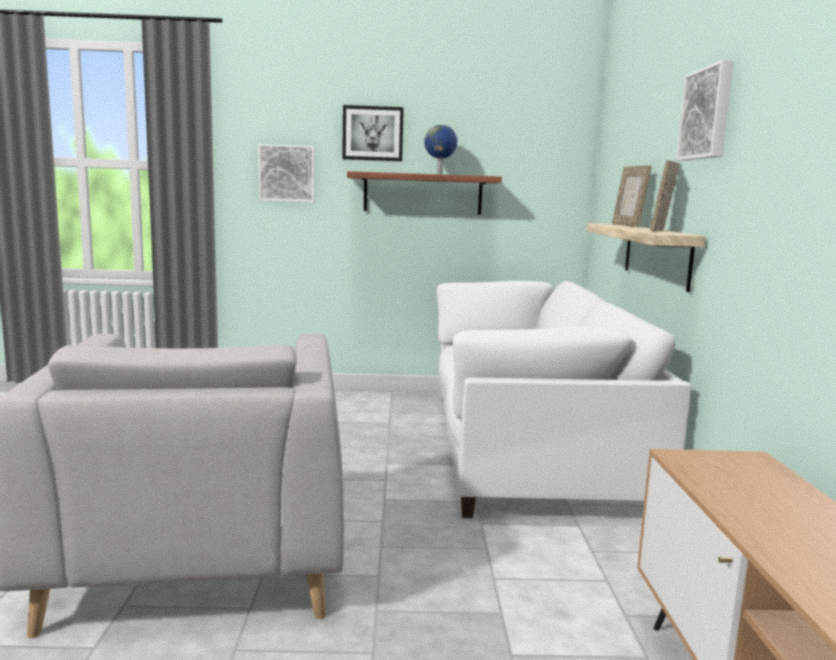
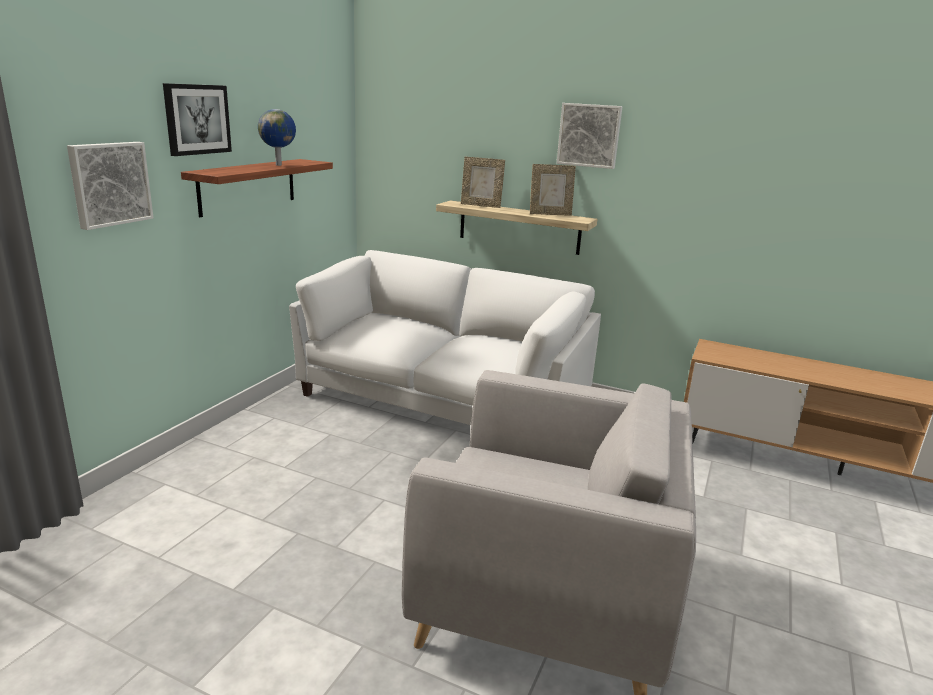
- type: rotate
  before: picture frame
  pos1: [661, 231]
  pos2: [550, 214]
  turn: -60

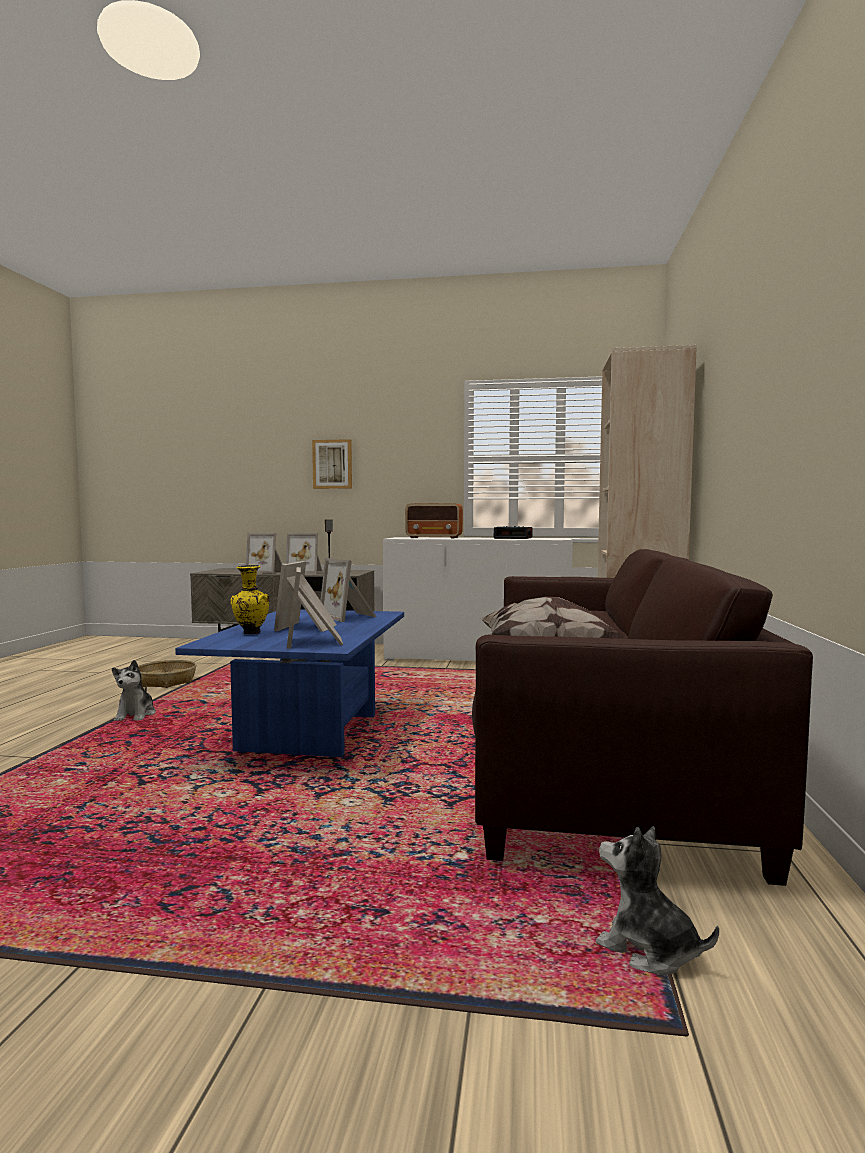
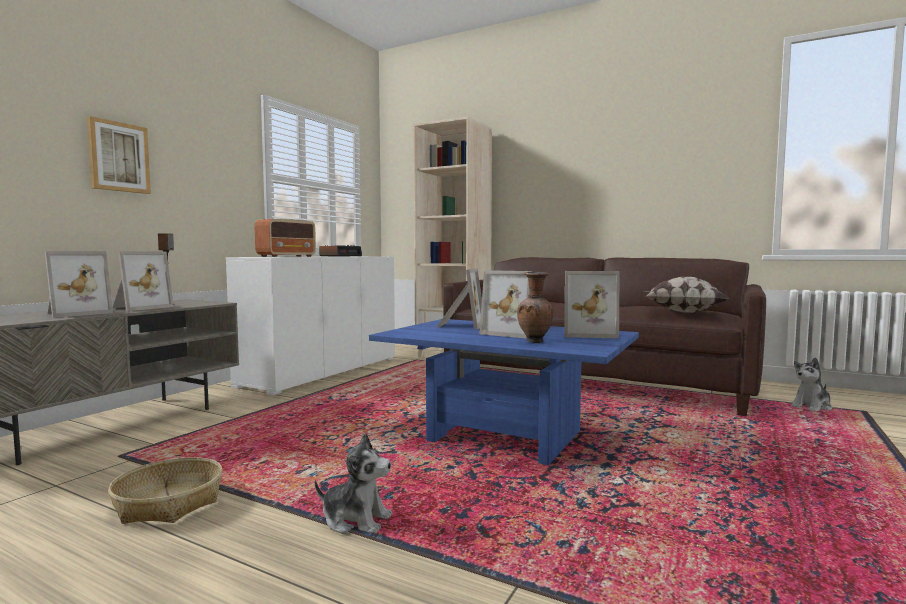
- type: recolor
  before: vase (yellow)
  after: vase (brown)
  pos1: [250, 633]
  pos2: [535, 342]
- type: rotate
  before: picture frame
  pos1: [349, 616]
  pos2: [459, 325]
  turn: -60

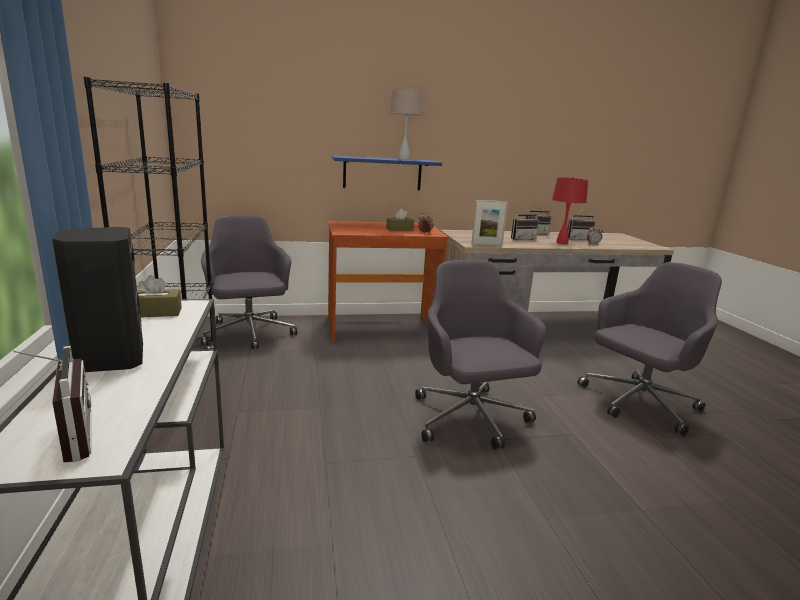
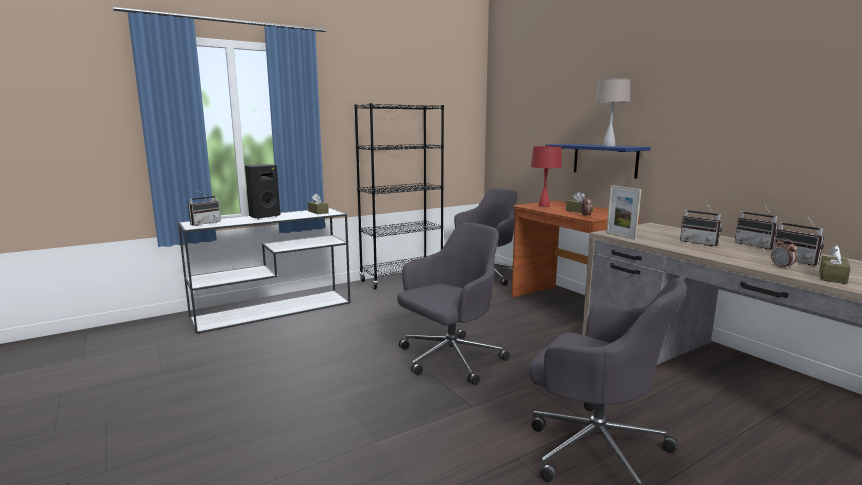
- type: insert
  after: tissue box (brown)
  pos2: [832, 277]
- type: move
  before: table lamp (red)
  pos1: [562, 243]
  pos2: [544, 206]

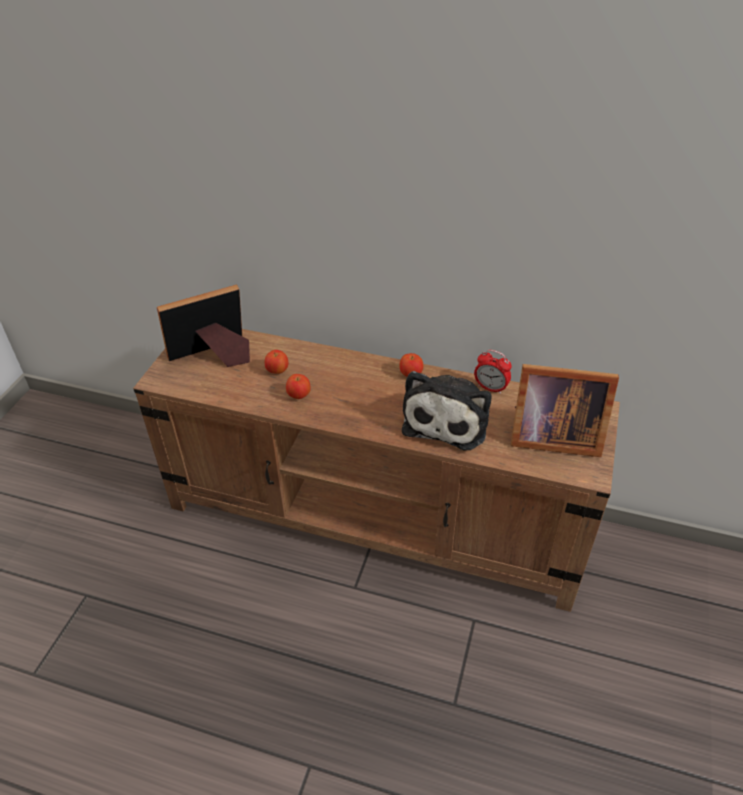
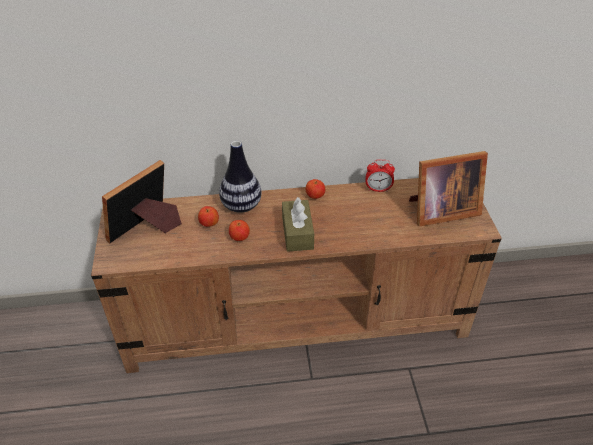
- type: delete
  before: plush toy
  pos1: [448, 418]
- type: insert
  after: vase
  pos2: [241, 206]
- type: insert
  after: tissue box (brown)
  pos2: [297, 233]

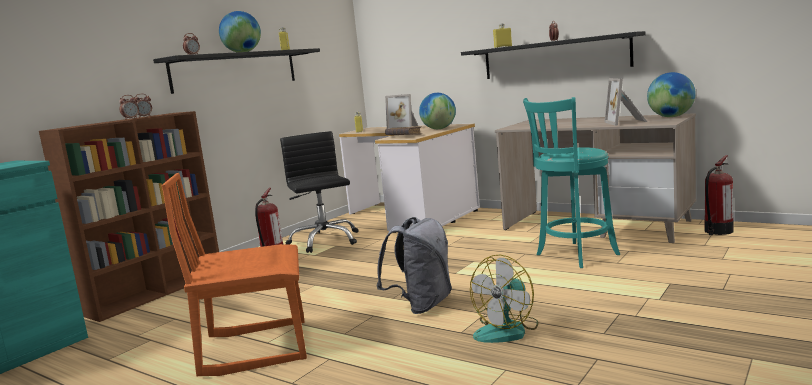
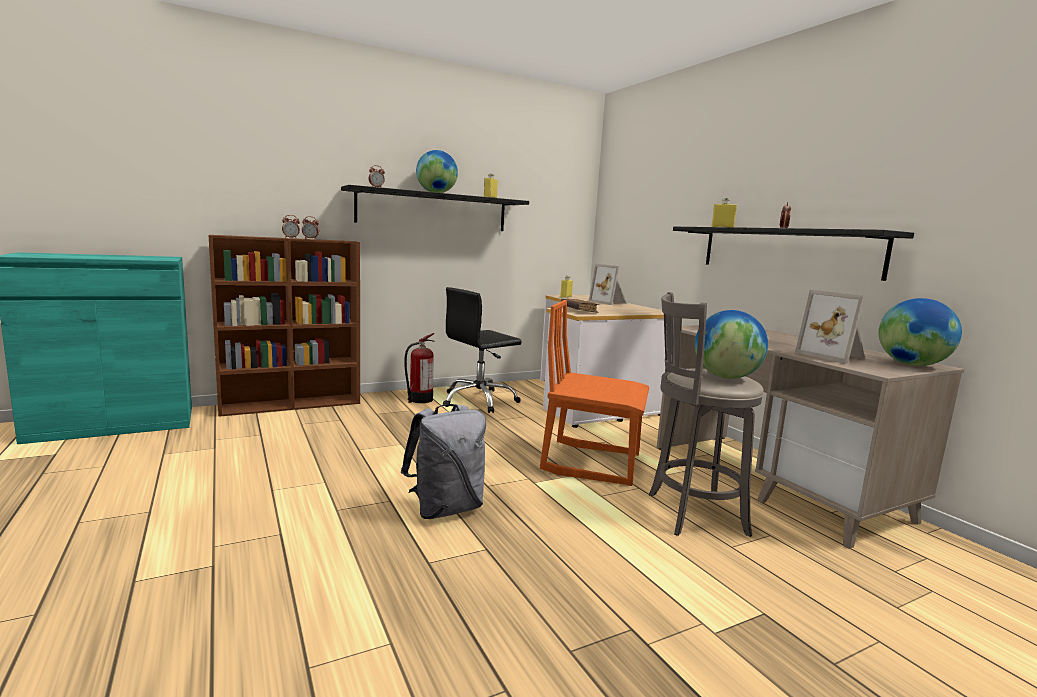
- type: delete
  before: fan
  pos1: [507, 330]
- type: delete
  before: fire extinguisher
  pos1: [717, 231]
- type: move
  before: chair (orange)
  pos1: [255, 348]
  pos2: [591, 462]
- type: move
  before: globe
  pos1: [439, 129]
  pos2: [726, 377]
- type: recolor
  before: stool (turquoise)
  after: stool (grey)
  pos1: [574, 255]
  pos2: [691, 513]
- type: rotate
  before: office chair (black)
  pos1: [324, 241]
  pos2: [479, 401]
  turn: -135
- type: rotate
  before: picture frame
  pos1: [626, 122]
  pos2: [833, 356]
  turn: -60

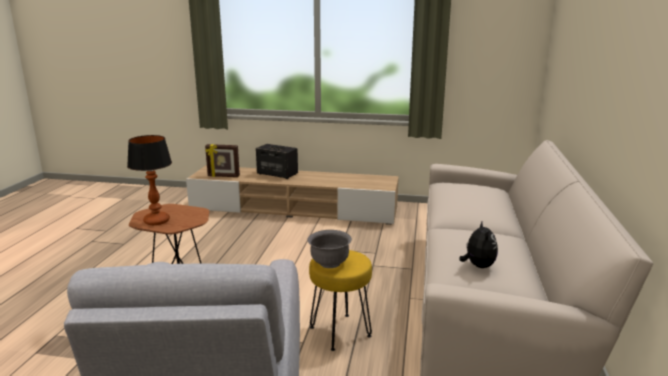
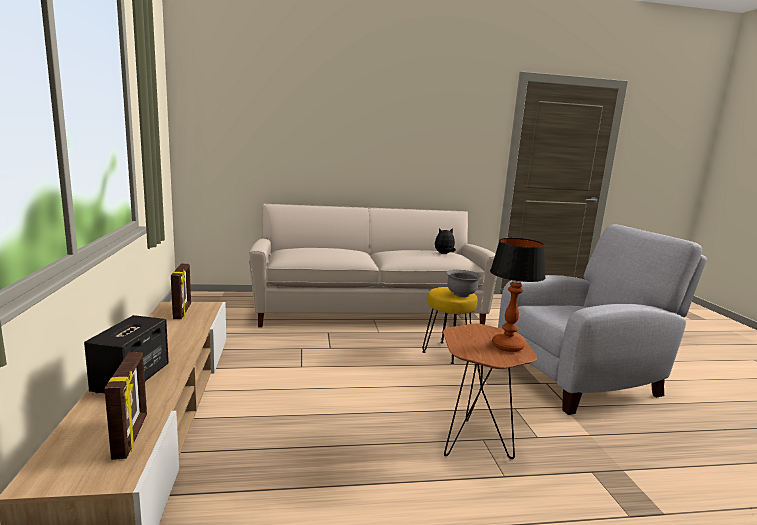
- type: insert
  after: picture frame
  pos2: [183, 312]

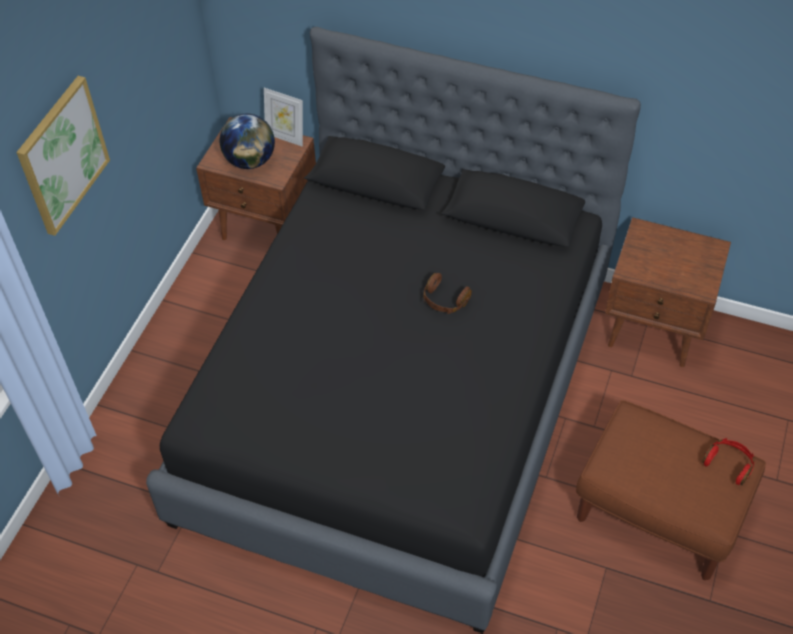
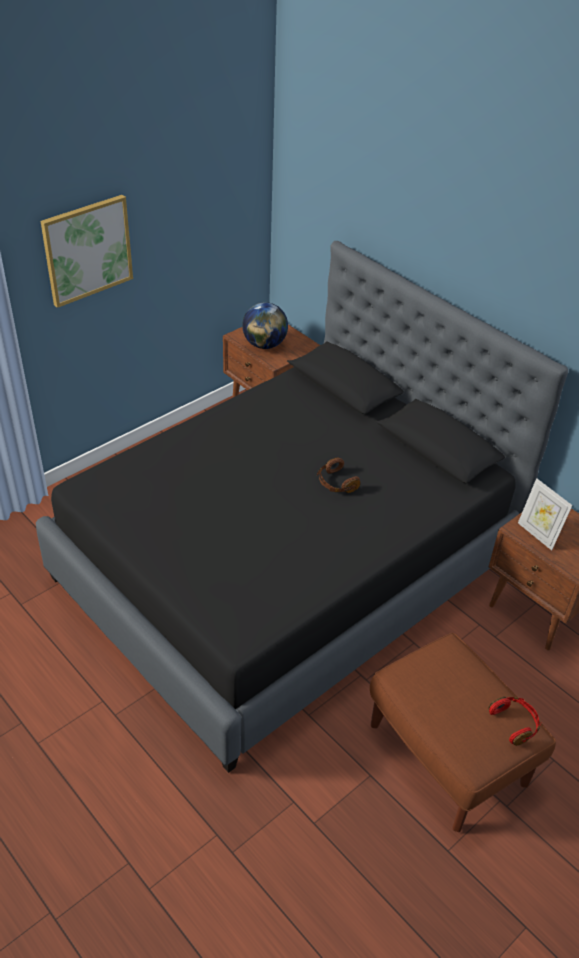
- type: move
  before: picture frame
  pos1: [285, 137]
  pos2: [537, 534]

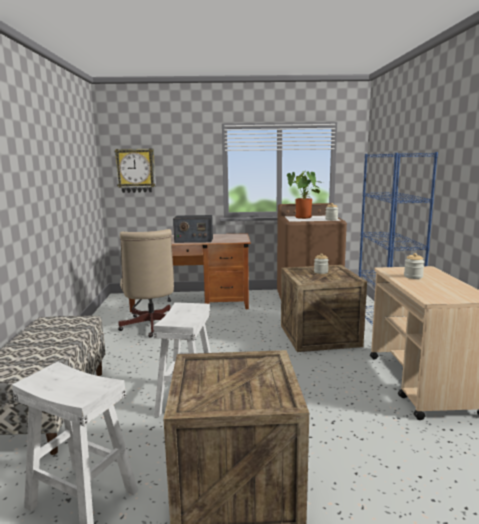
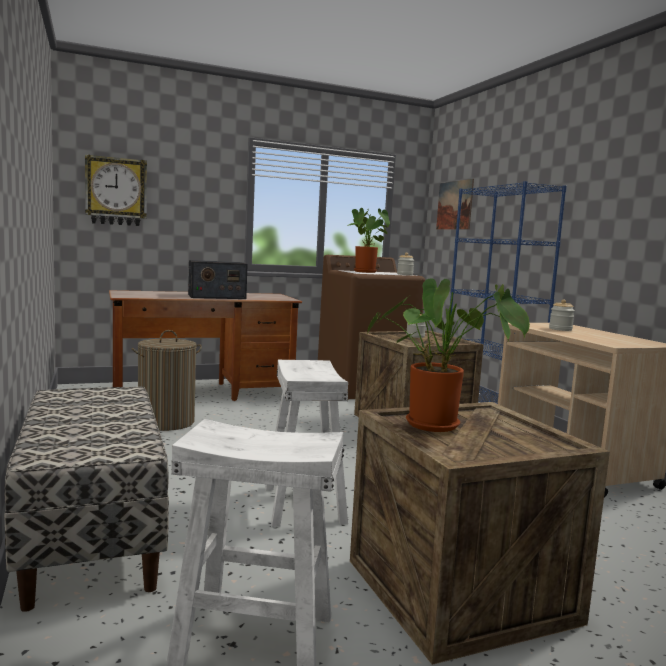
- type: insert
  after: potted plant
  pos2: [439, 425]
- type: insert
  after: picture
  pos2: [454, 205]
- type: replace
  before: office chair (beige)
  after: laundry basket
  pos1: [151, 326]
  pos2: [166, 422]

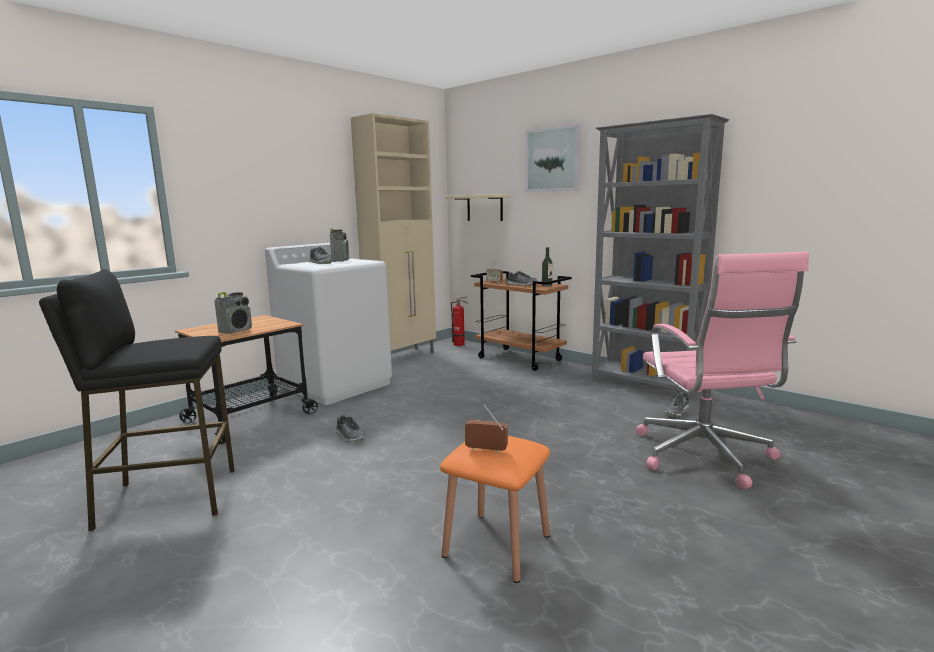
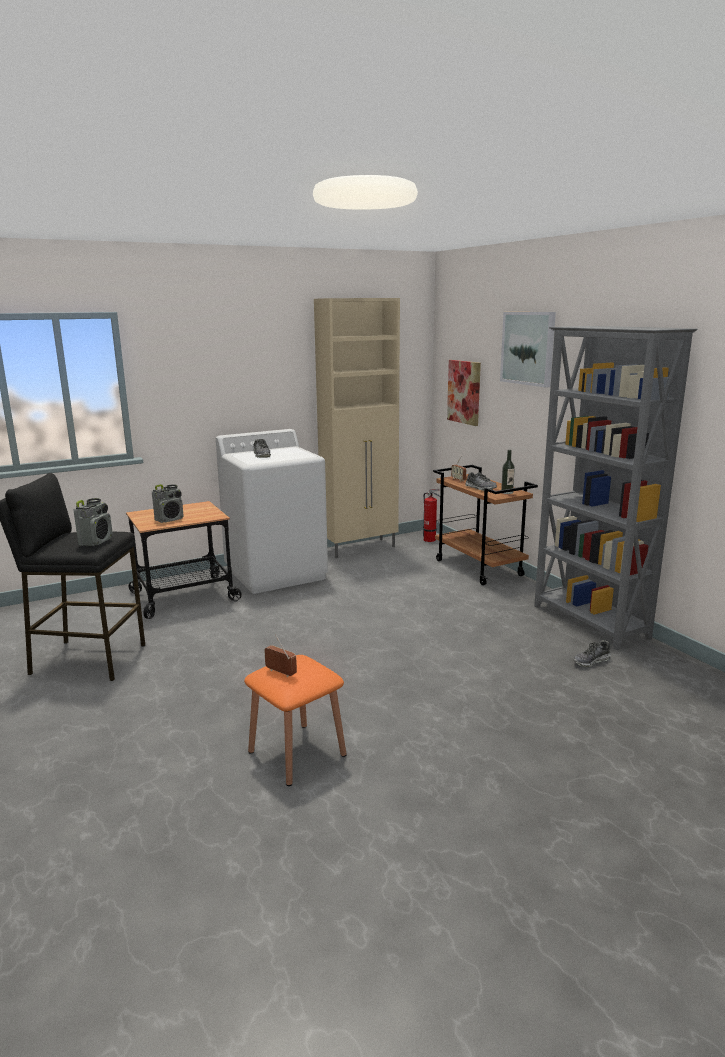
- type: delete
  before: shoe
  pos1: [350, 437]
- type: delete
  before: office chair (pink)
  pos1: [704, 456]
- type: move
  before: radio
  pos1: [340, 260]
  pos2: [96, 541]
- type: replace
  before: shelf (beige)
  after: picture
  pos1: [484, 208]
  pos2: [464, 392]

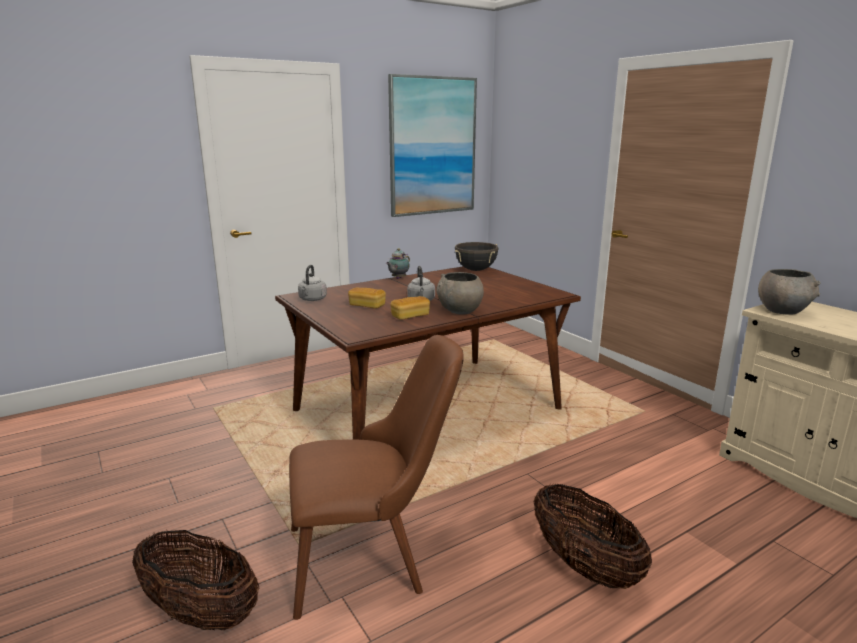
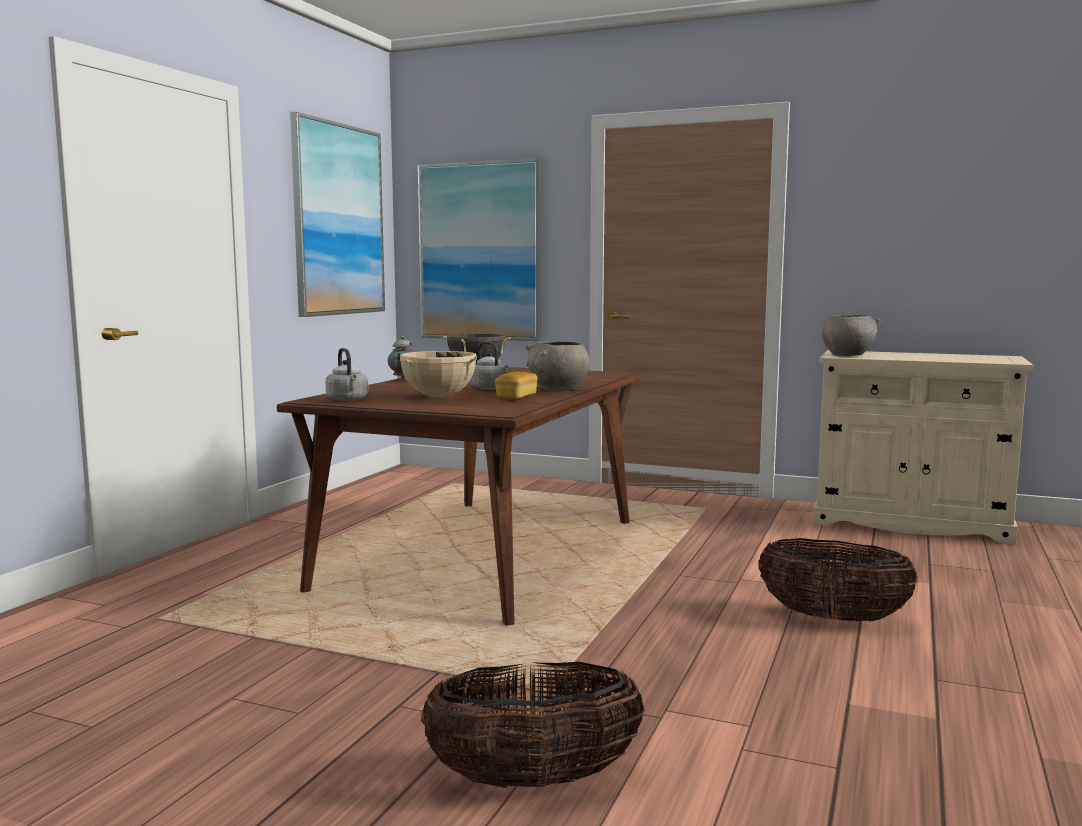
- type: delete
  before: chair (brown)
  pos1: [373, 556]
- type: insert
  after: picture
  pos2: [480, 251]
- type: replace
  before: bread
  after: cooking pot (beige)
  pos1: [367, 306]
  pos2: [439, 397]

